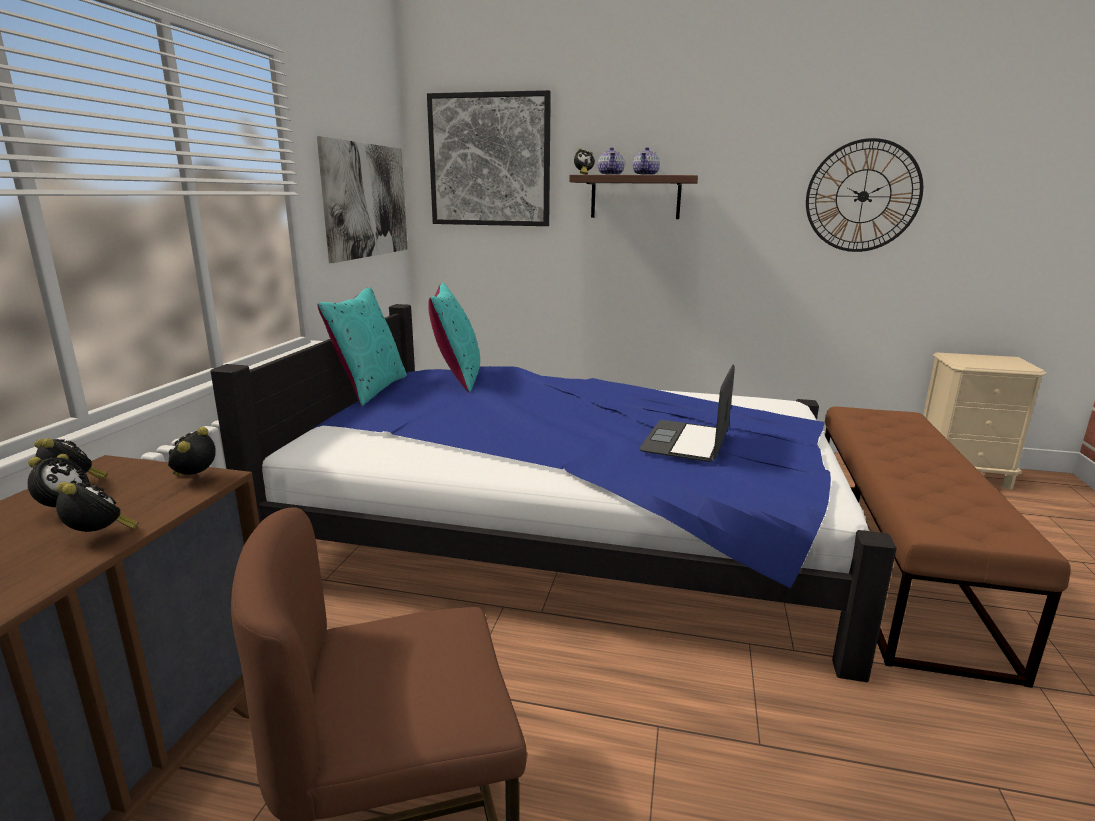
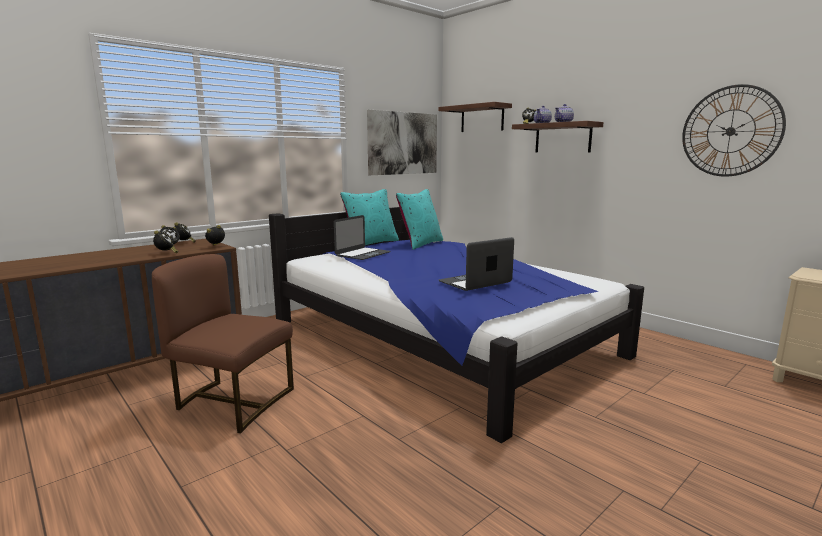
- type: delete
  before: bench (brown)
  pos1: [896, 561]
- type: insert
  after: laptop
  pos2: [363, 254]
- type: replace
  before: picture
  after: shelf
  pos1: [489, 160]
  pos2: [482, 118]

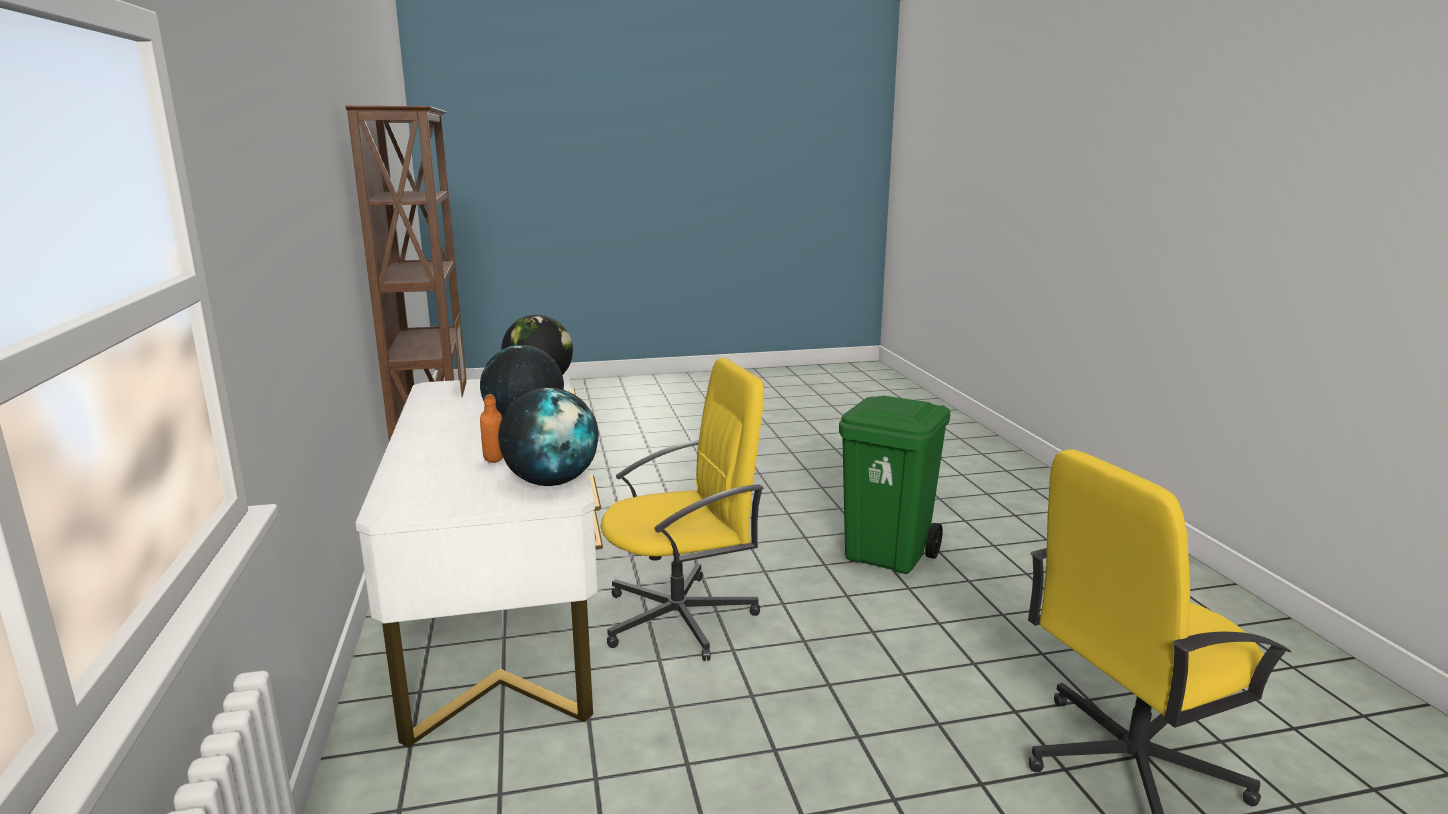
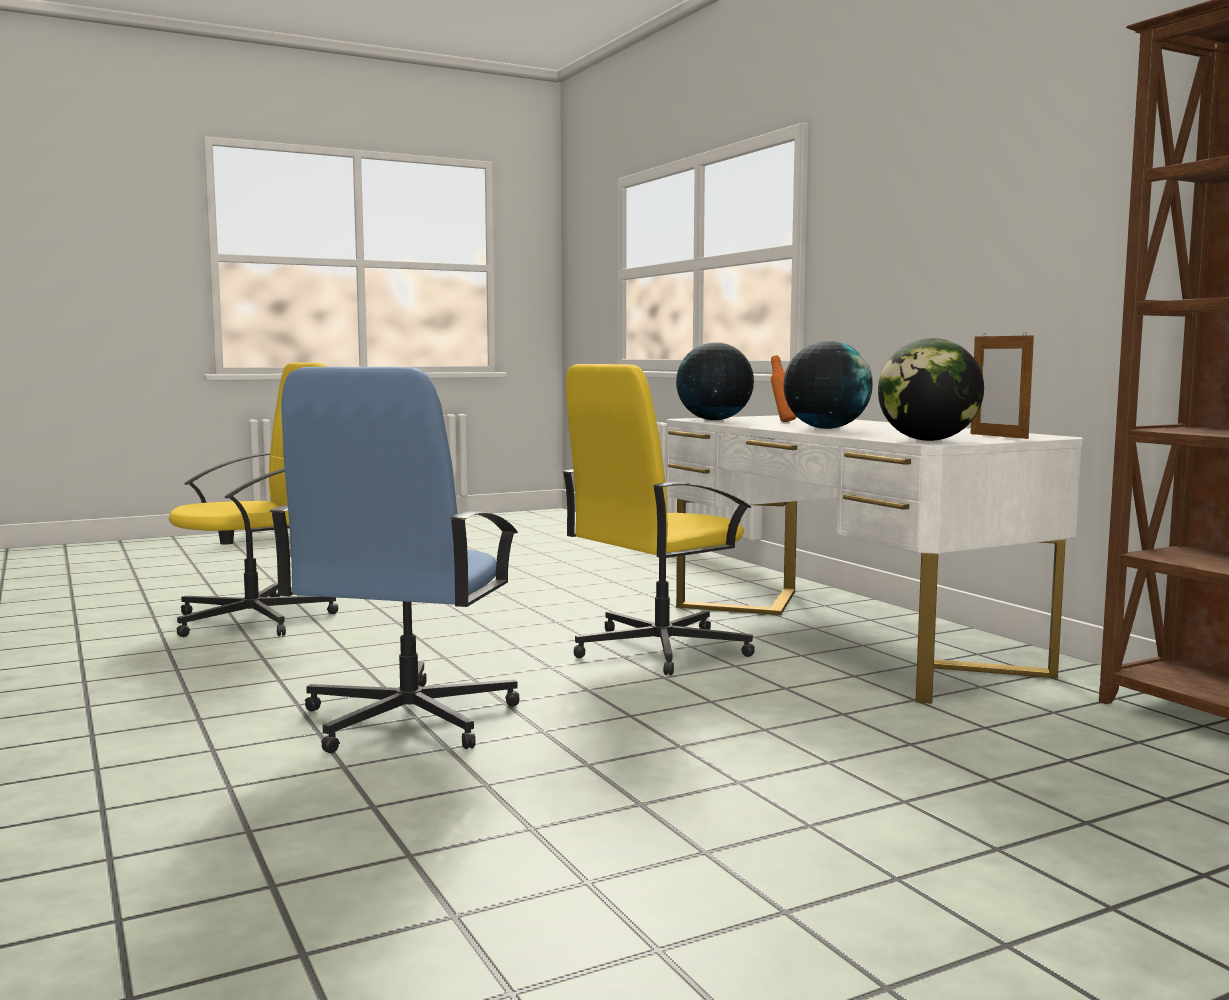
- type: replace
  before: trash can (green)
  after: office chair (blue)
  pos1: [888, 556]
  pos2: [406, 720]

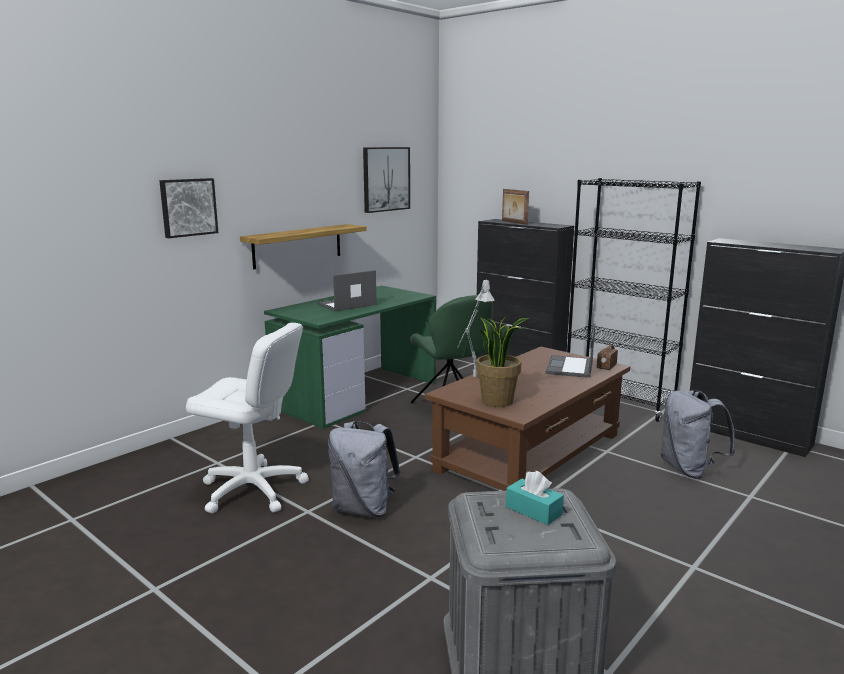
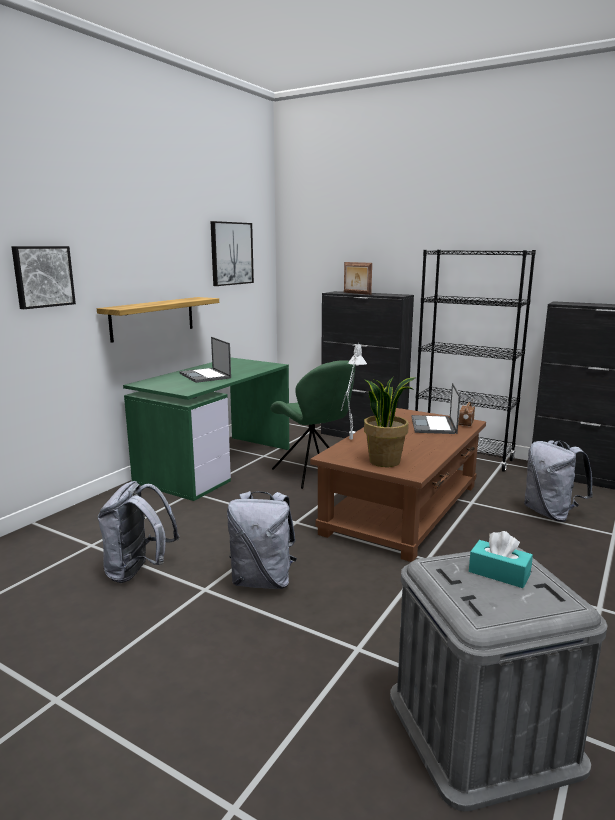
- type: replace
  before: office chair (white)
  after: backpack (grey)
  pos1: [252, 490]
  pos2: [138, 571]
- type: rotate
  before: laptop
  pos1: [346, 305]
  pos2: [205, 376]
  turn: -75

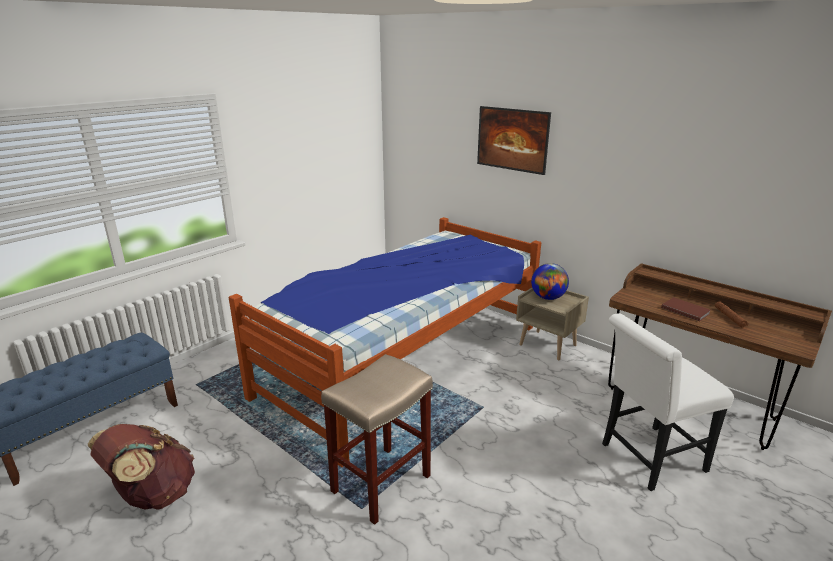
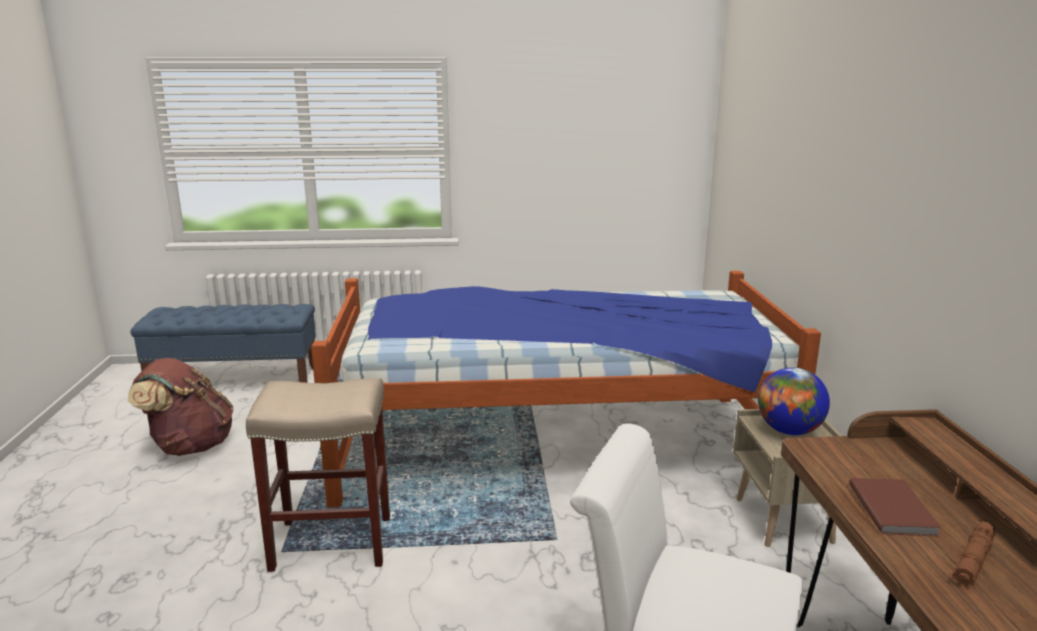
- type: delete
  before: picture
  pos1: [511, 154]

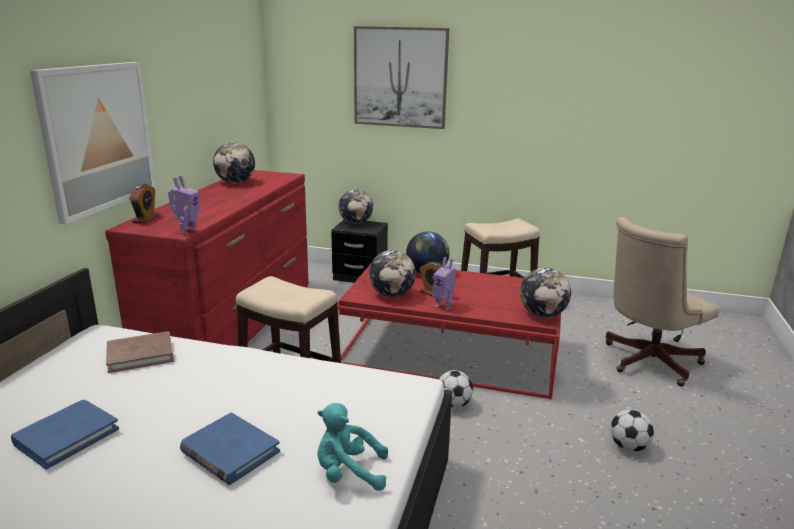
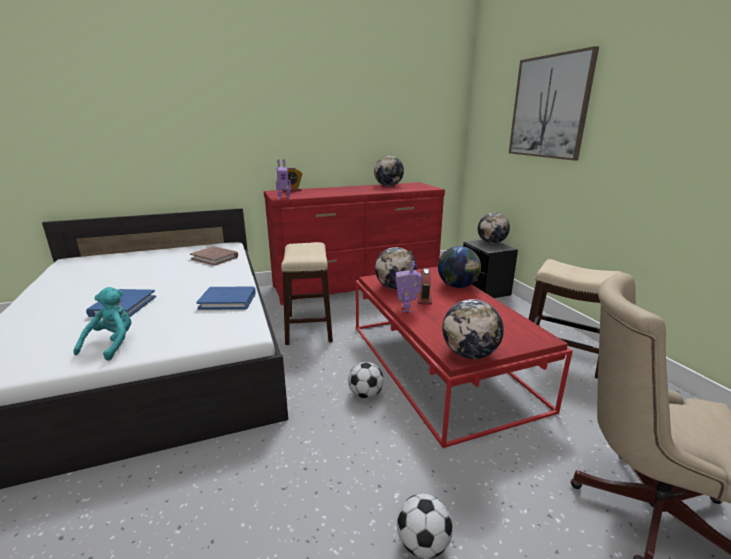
- type: delete
  before: picture
  pos1: [98, 137]
- type: move
  before: book (blue)
  pos1: [66, 436]
  pos2: [228, 300]
- type: rotate
  before: plush toy (turquoise)
  pos1: [348, 473]
  pos2: [112, 344]
  turn: 45

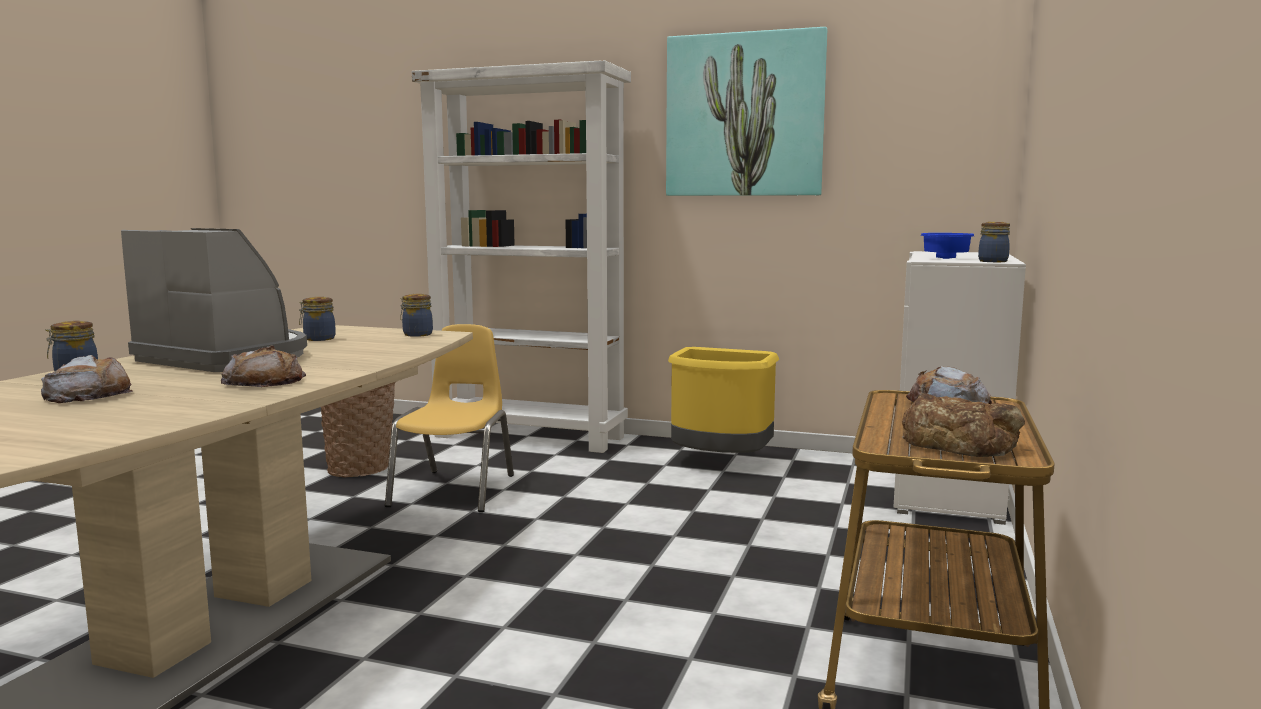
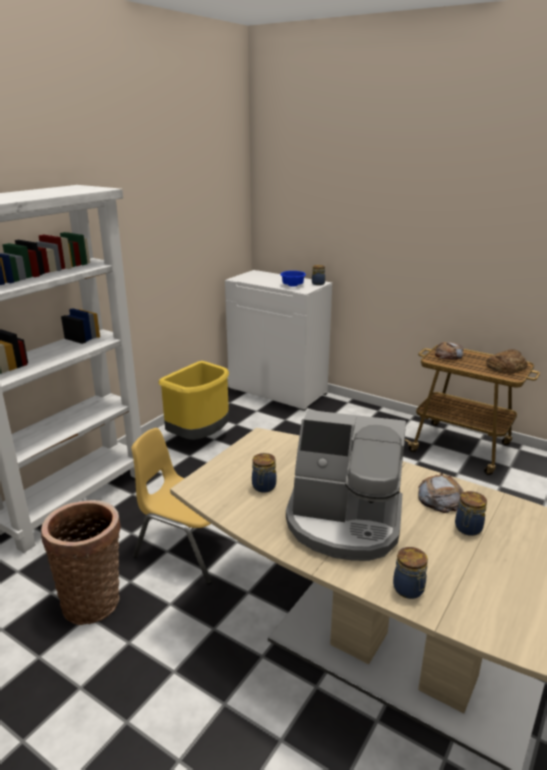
- type: delete
  before: bread
  pos1: [88, 395]
- type: delete
  before: picture
  pos1: [744, 115]
- type: move
  before: jar
  pos1: [416, 334]
  pos2: [467, 529]
- type: rotate
  before: coffee machine
  pos1: [227, 357]
  pos2: [344, 522]
  turn: -120

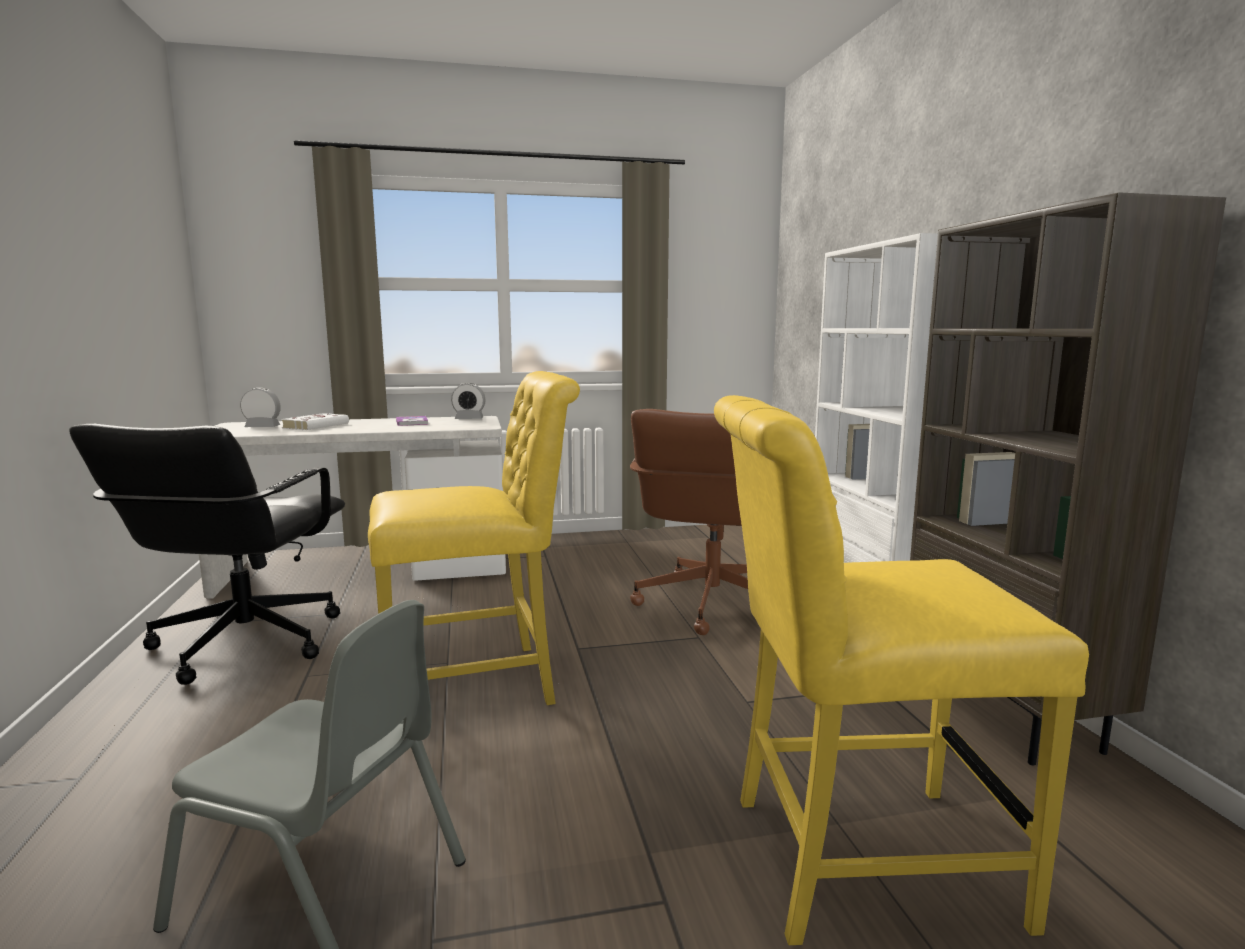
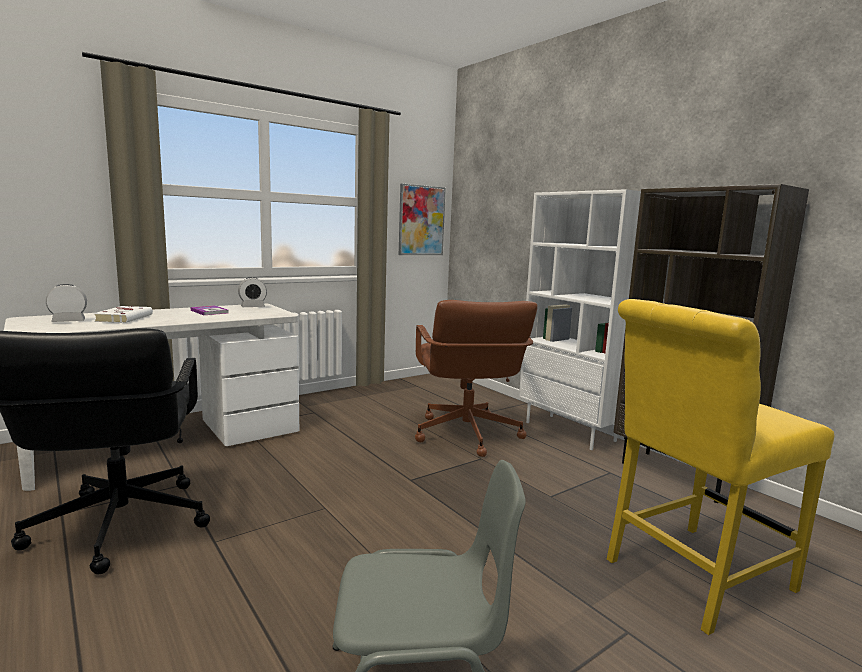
- type: delete
  before: chair (yellow)
  pos1: [479, 683]
- type: insert
  after: picture
  pos2: [421, 220]

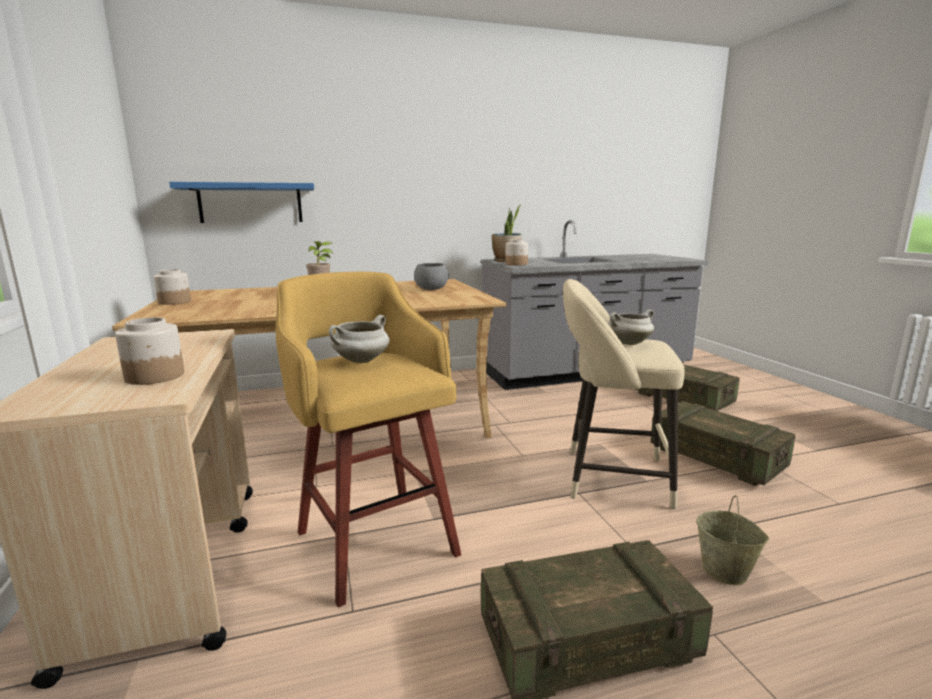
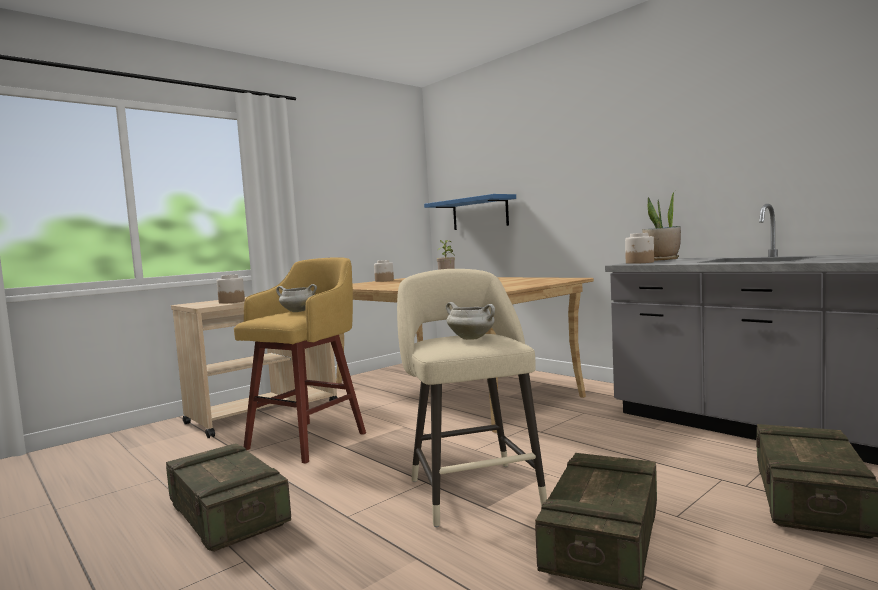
- type: delete
  before: bowl (grey)
  pos1: [431, 289]
- type: delete
  before: bucket (beige)
  pos1: [725, 571]

